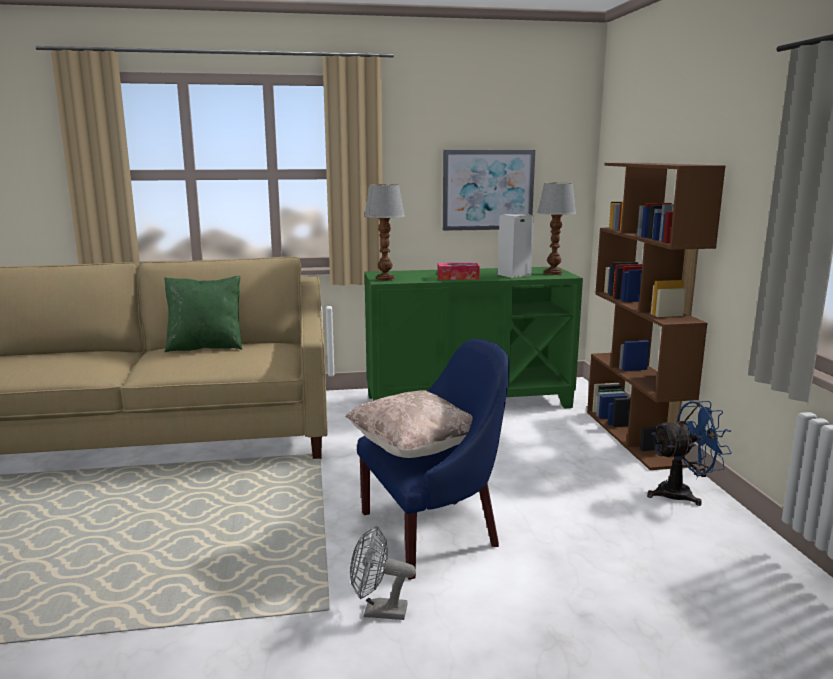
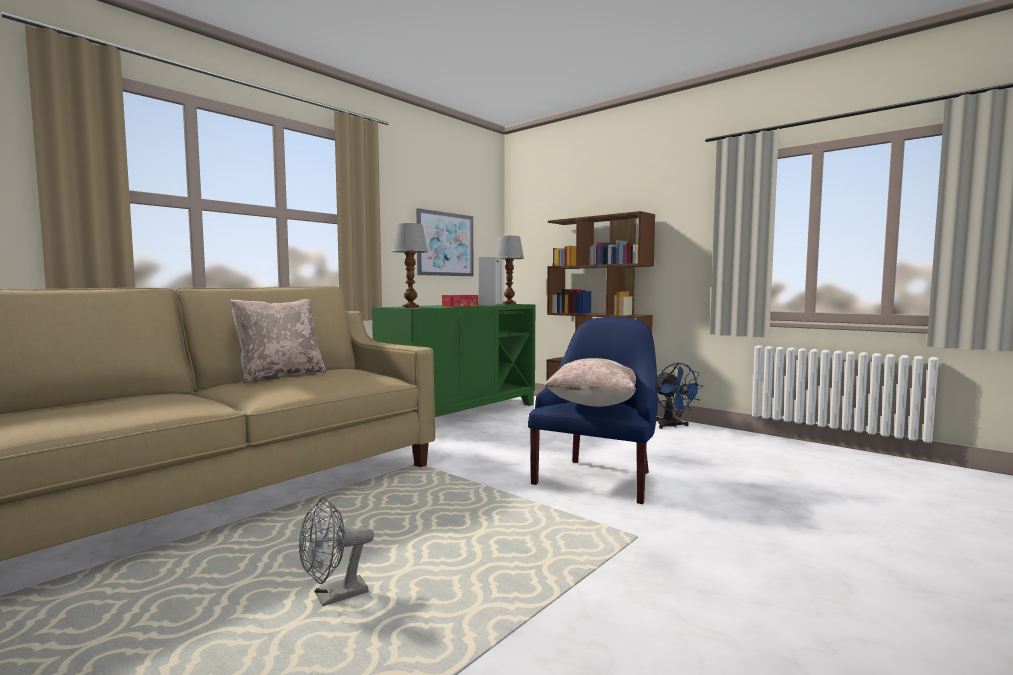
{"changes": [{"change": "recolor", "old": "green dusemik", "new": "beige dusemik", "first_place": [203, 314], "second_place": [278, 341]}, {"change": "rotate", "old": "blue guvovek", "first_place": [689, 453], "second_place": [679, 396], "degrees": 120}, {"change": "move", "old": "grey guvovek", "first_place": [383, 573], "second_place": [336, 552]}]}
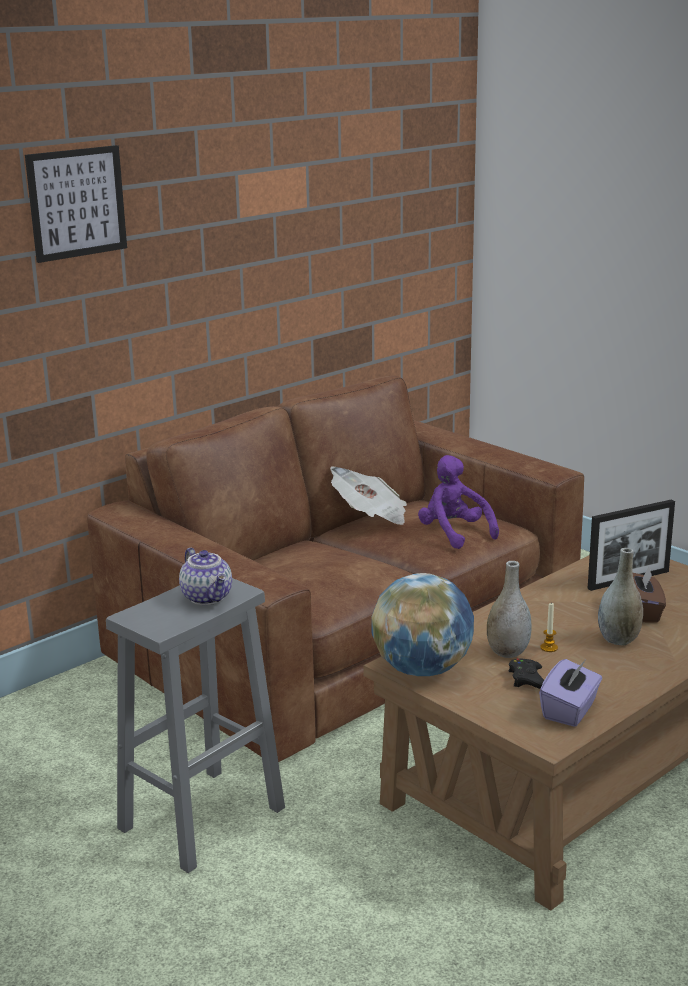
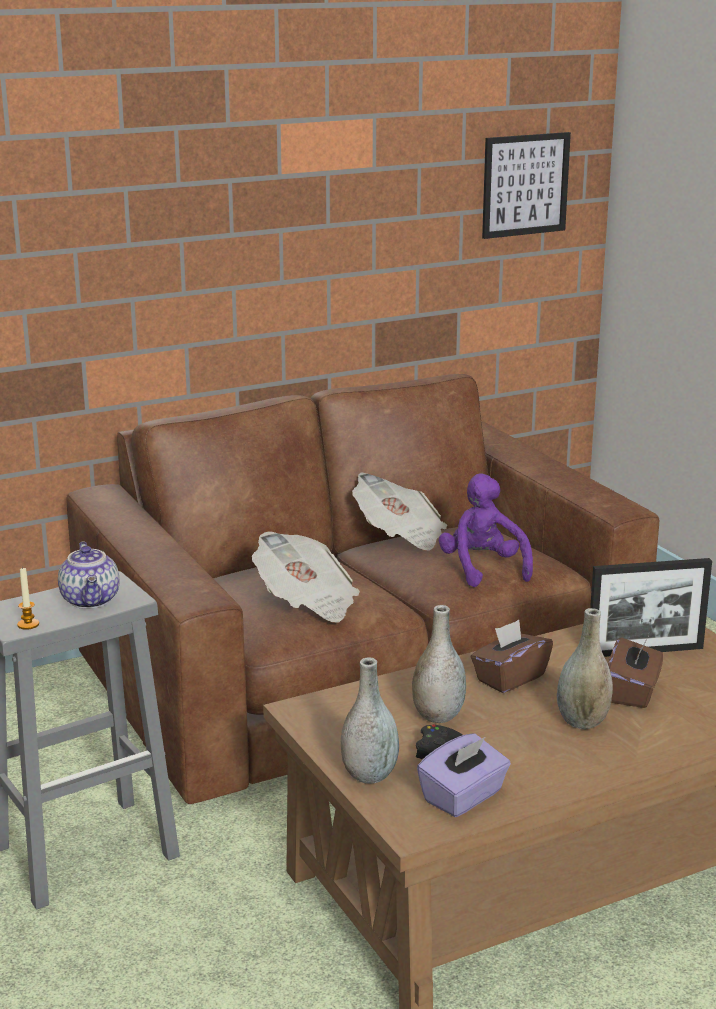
{"changes": [{"change": "move", "old": "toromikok", "first_place": [76, 204], "second_place": [526, 185]}, {"change": "delete", "old": "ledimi", "first_place": [422, 624]}, {"change": "move", "old": "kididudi", "first_place": [549, 627], "second_place": [28, 598]}, {"change": "insert", "new": "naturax", "second_place": [306, 576]}, {"change": "insert", "new": "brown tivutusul", "second_place": [511, 656]}, {"change": "insert", "new": "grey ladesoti", "second_place": [370, 720]}]}
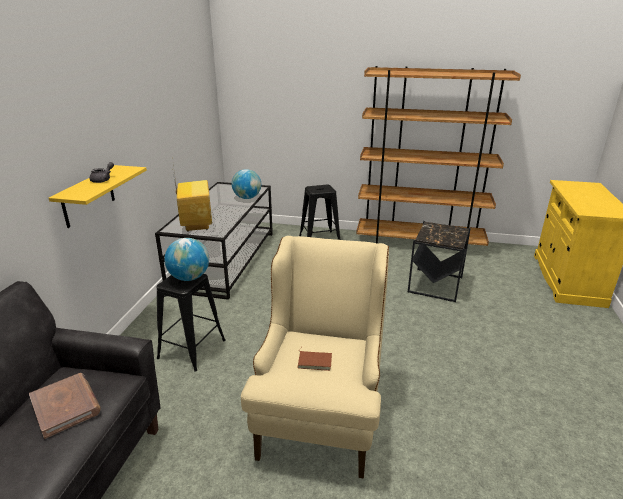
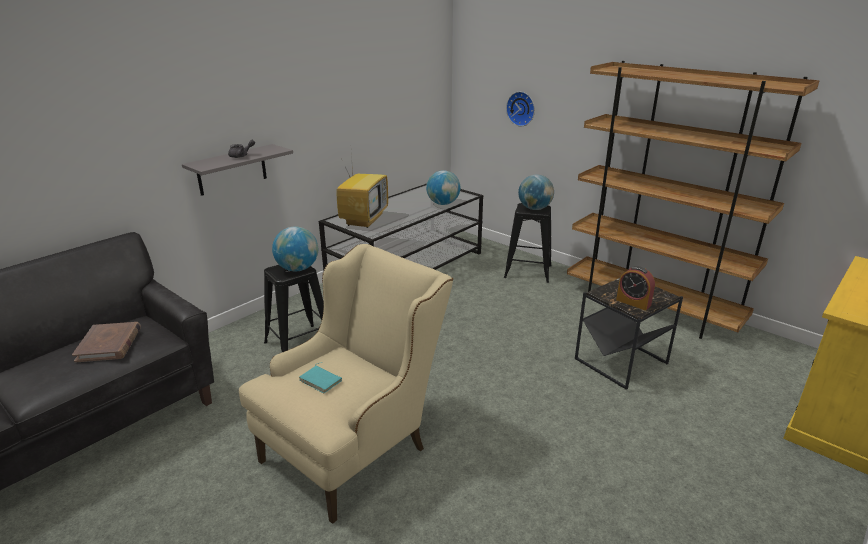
{"changes": [{"change": "recolor", "old": "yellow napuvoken", "new": "grey napuvoken", "first_place": [98, 196], "second_place": [237, 170]}, {"change": "recolor", "old": "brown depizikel", "new": "turquoise depizikel", "first_place": [314, 359], "second_place": [320, 377]}, {"change": "insert", "new": "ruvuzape", "second_place": [520, 109]}, {"change": "insert", "new": "ledimi", "second_place": [536, 192]}, {"change": "insert", "new": "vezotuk", "second_place": [635, 288]}]}
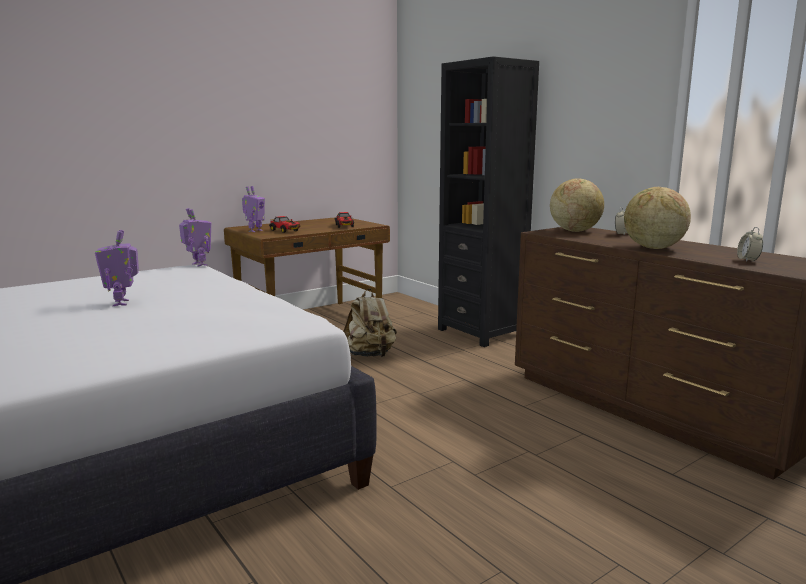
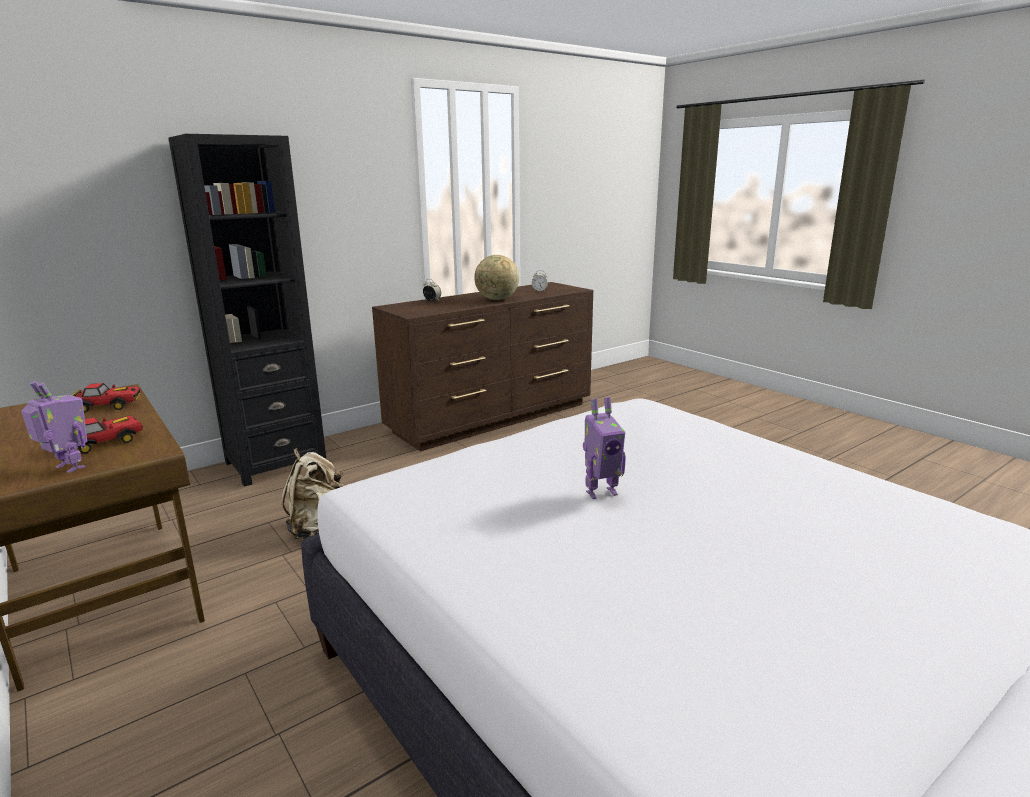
{"changes": [{"change": "delete", "old": "ledimi", "first_place": [577, 205]}, {"change": "delete", "old": "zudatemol", "first_place": [195, 237]}]}
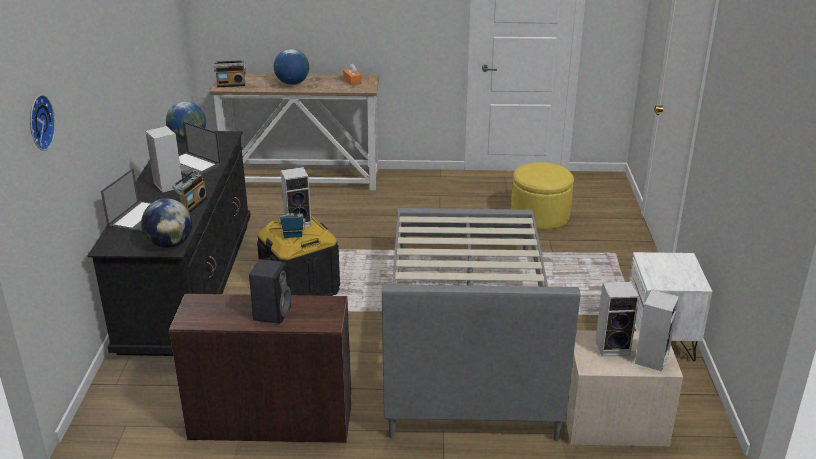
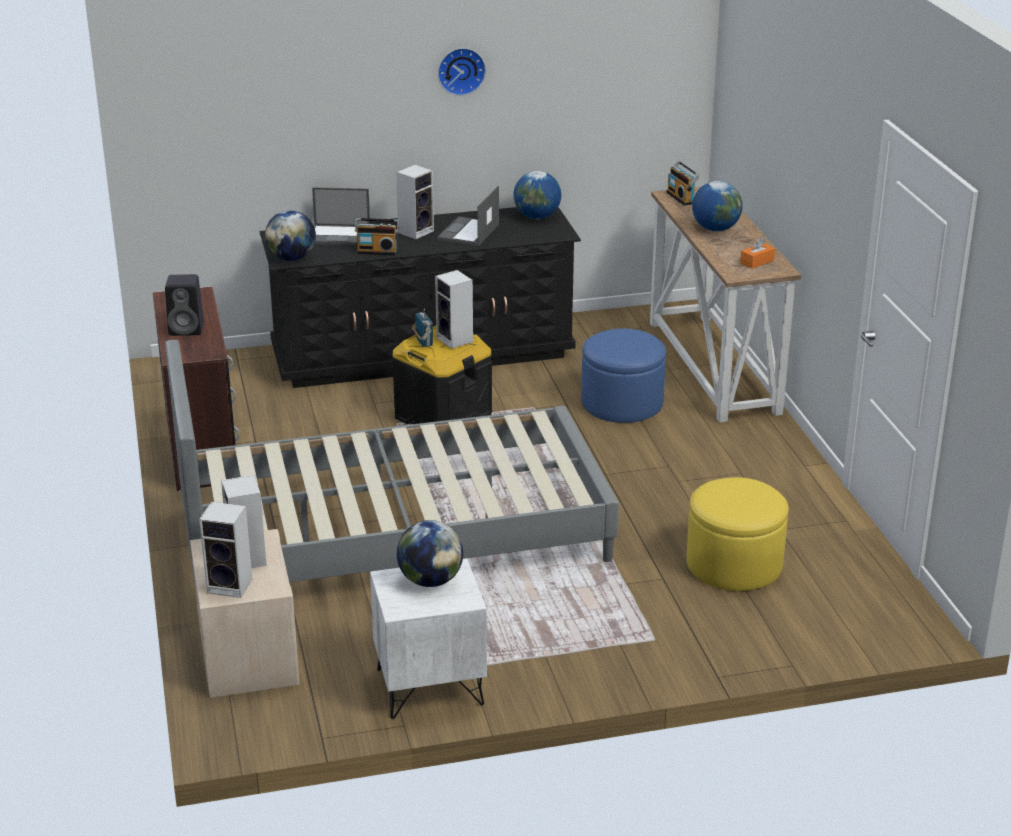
{"changes": [{"change": "move", "old": "ruvuzape", "first_place": [42, 123], "second_place": [462, 72]}, {"change": "insert", "new": "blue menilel", "second_place": [623, 375]}, {"change": "insert", "new": "ledimi", "second_place": [430, 553]}]}
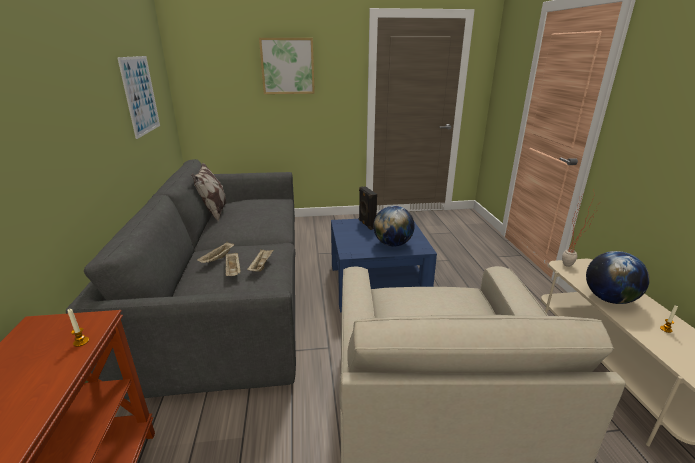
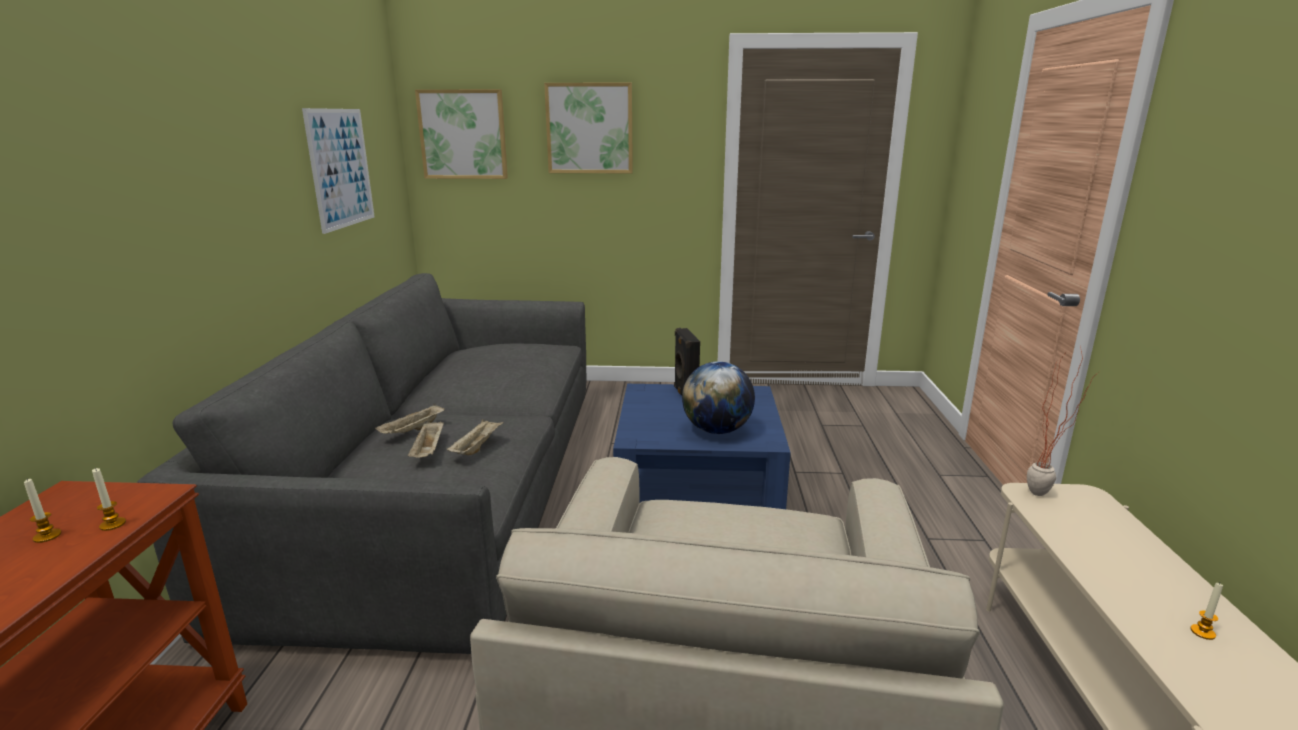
{"changes": [{"change": "delete", "old": "dusemik", "first_place": [208, 192]}, {"change": "delete", "old": "ledimi", "first_place": [618, 277]}, {"change": "insert", "new": "toromikok", "second_place": [461, 134]}, {"change": "insert", "new": "kididudi", "second_place": [43, 511]}]}
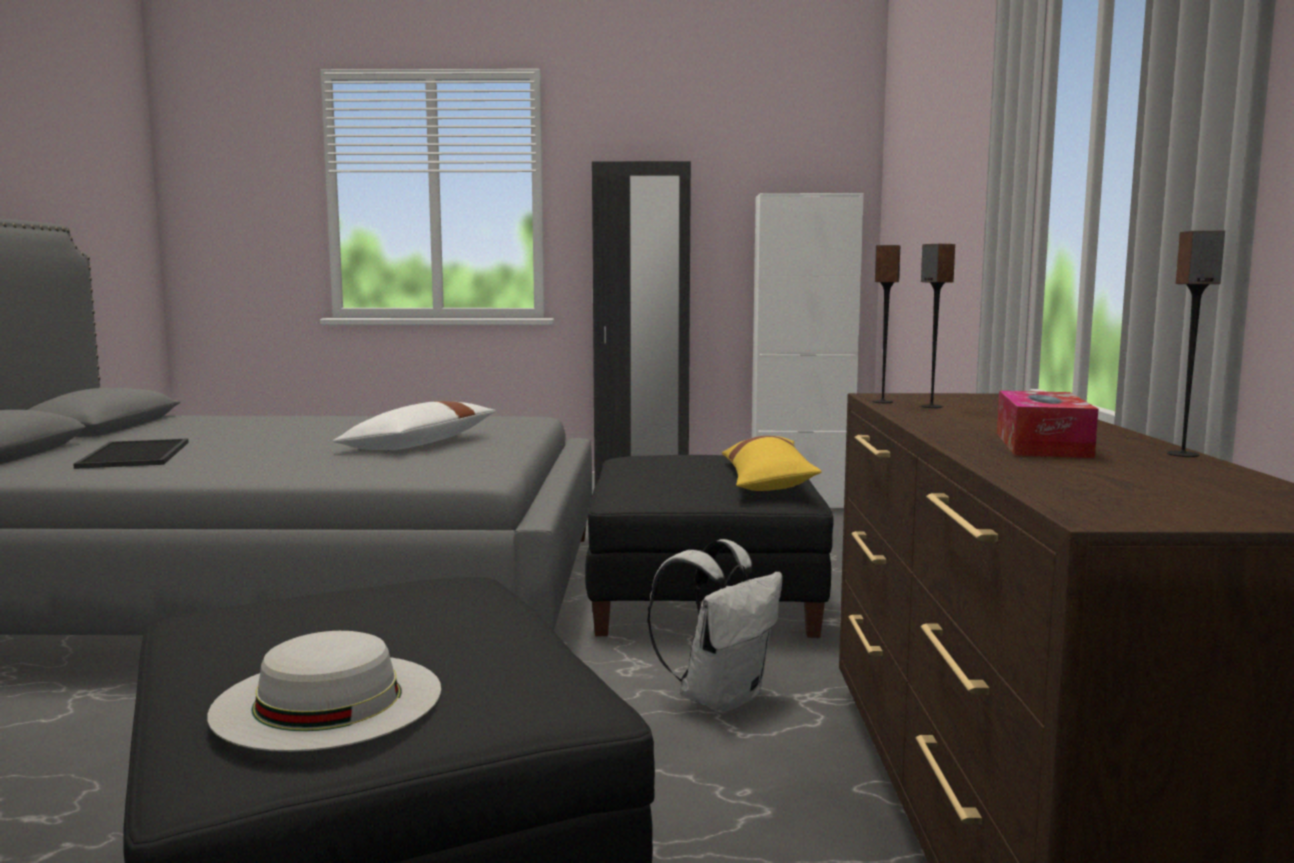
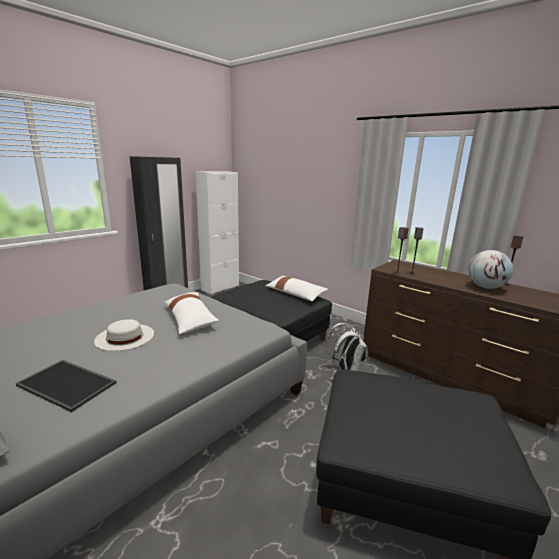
{"changes": [{"change": "replace", "old": "tivutusul", "new": "ledimi", "first_place": [1047, 424], "second_place": [490, 269]}, {"change": "recolor", "old": "yellow dusemik", "new": "white dusemik", "first_place": [772, 463], "second_place": [296, 288]}, {"change": "move", "old": "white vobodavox", "first_place": [324, 691], "second_place": [124, 335]}]}
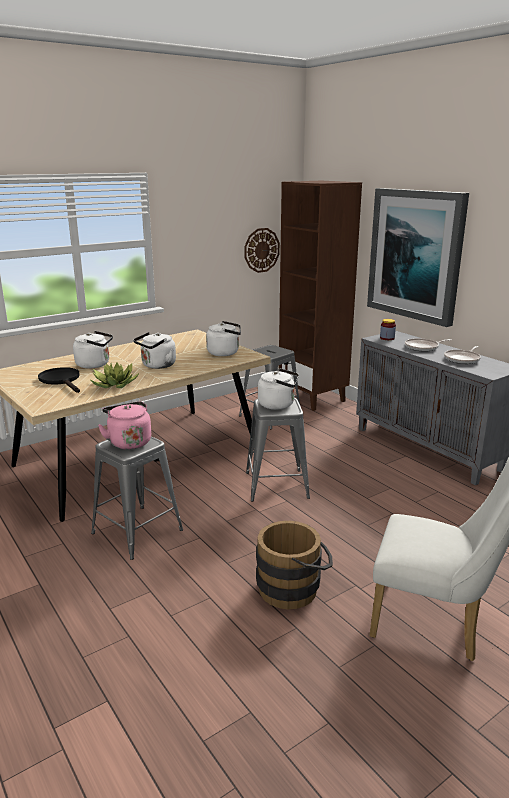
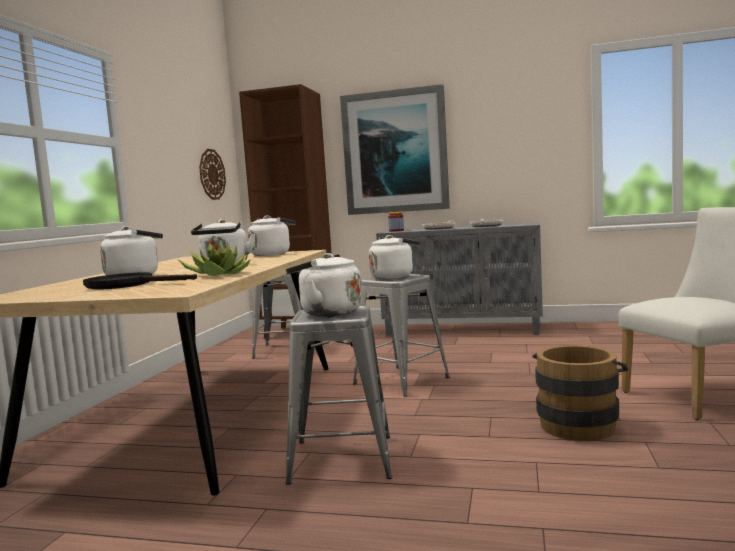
{"changes": [{"change": "recolor", "old": "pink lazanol", "new": "white lazanol", "first_place": [124, 425], "second_place": [324, 285]}]}
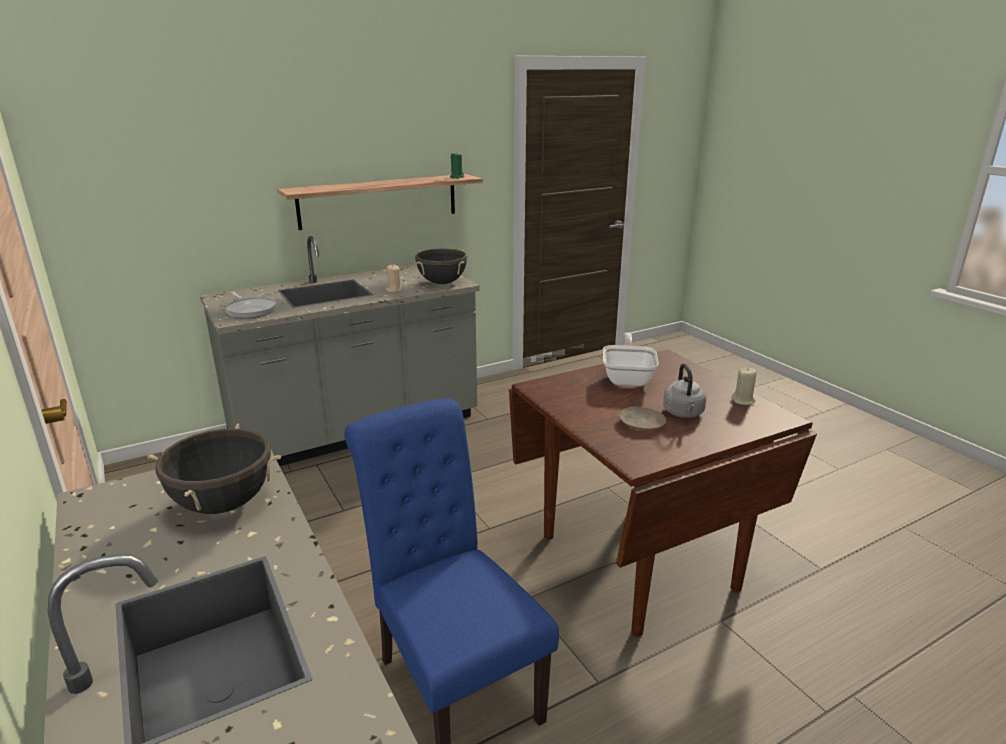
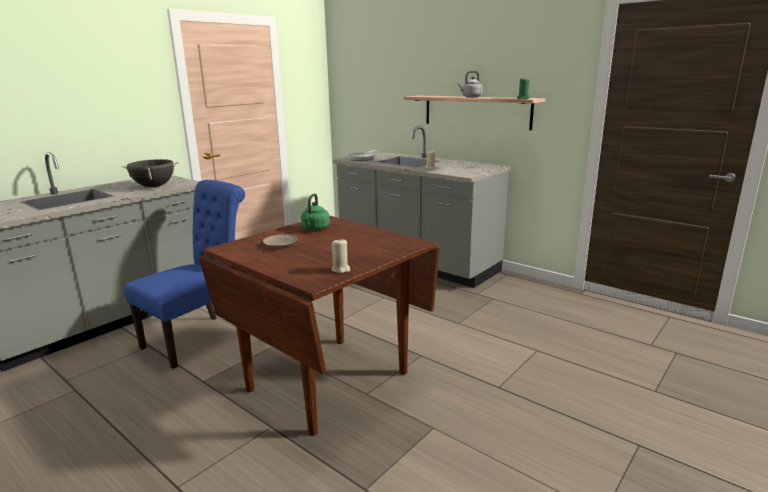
{"changes": [{"change": "delete", "old": "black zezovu", "first_place": [441, 266]}, {"change": "delete", "old": "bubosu", "first_place": [631, 359]}, {"change": "move", "old": "grey lazanol", "first_place": [685, 390], "second_place": [470, 84]}, {"change": "insert", "new": "green lazanol", "second_place": [315, 212]}]}
